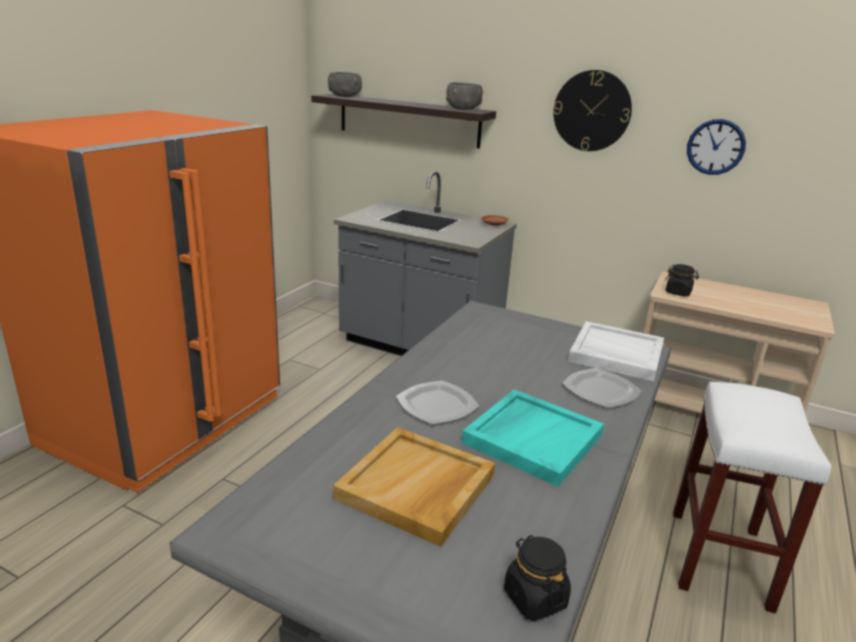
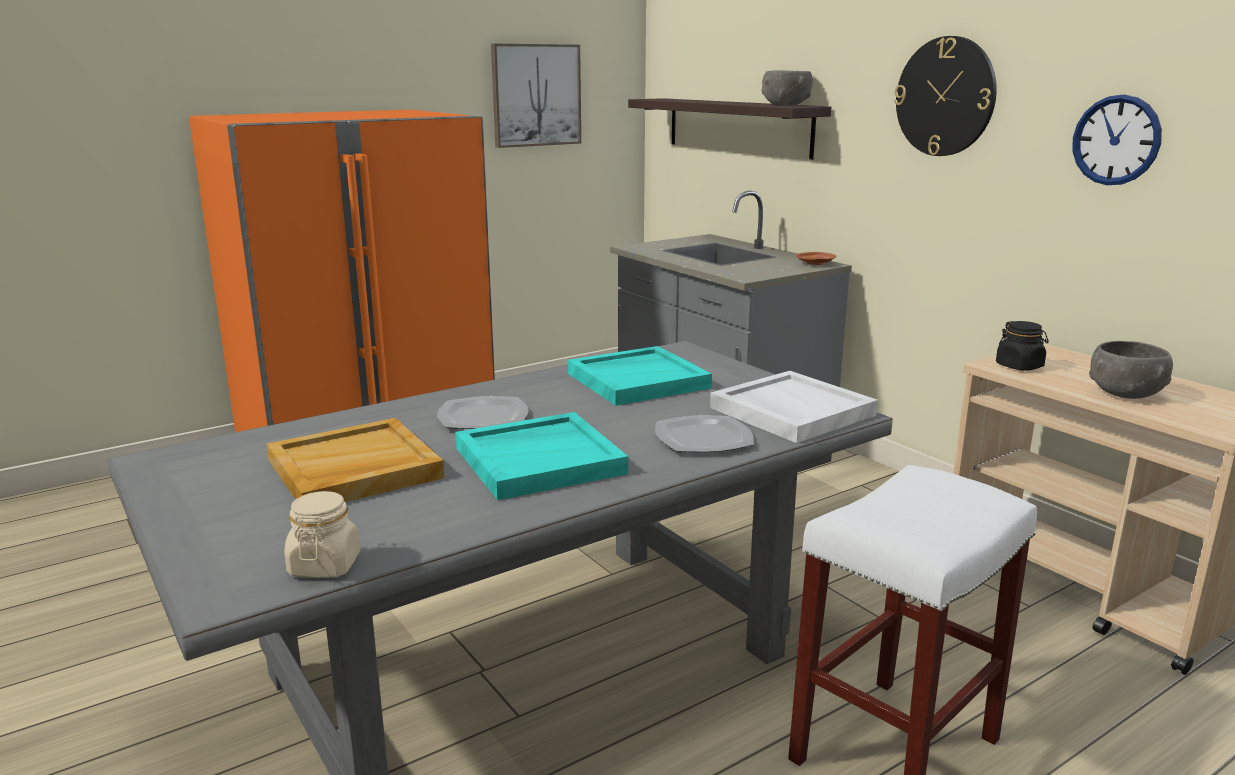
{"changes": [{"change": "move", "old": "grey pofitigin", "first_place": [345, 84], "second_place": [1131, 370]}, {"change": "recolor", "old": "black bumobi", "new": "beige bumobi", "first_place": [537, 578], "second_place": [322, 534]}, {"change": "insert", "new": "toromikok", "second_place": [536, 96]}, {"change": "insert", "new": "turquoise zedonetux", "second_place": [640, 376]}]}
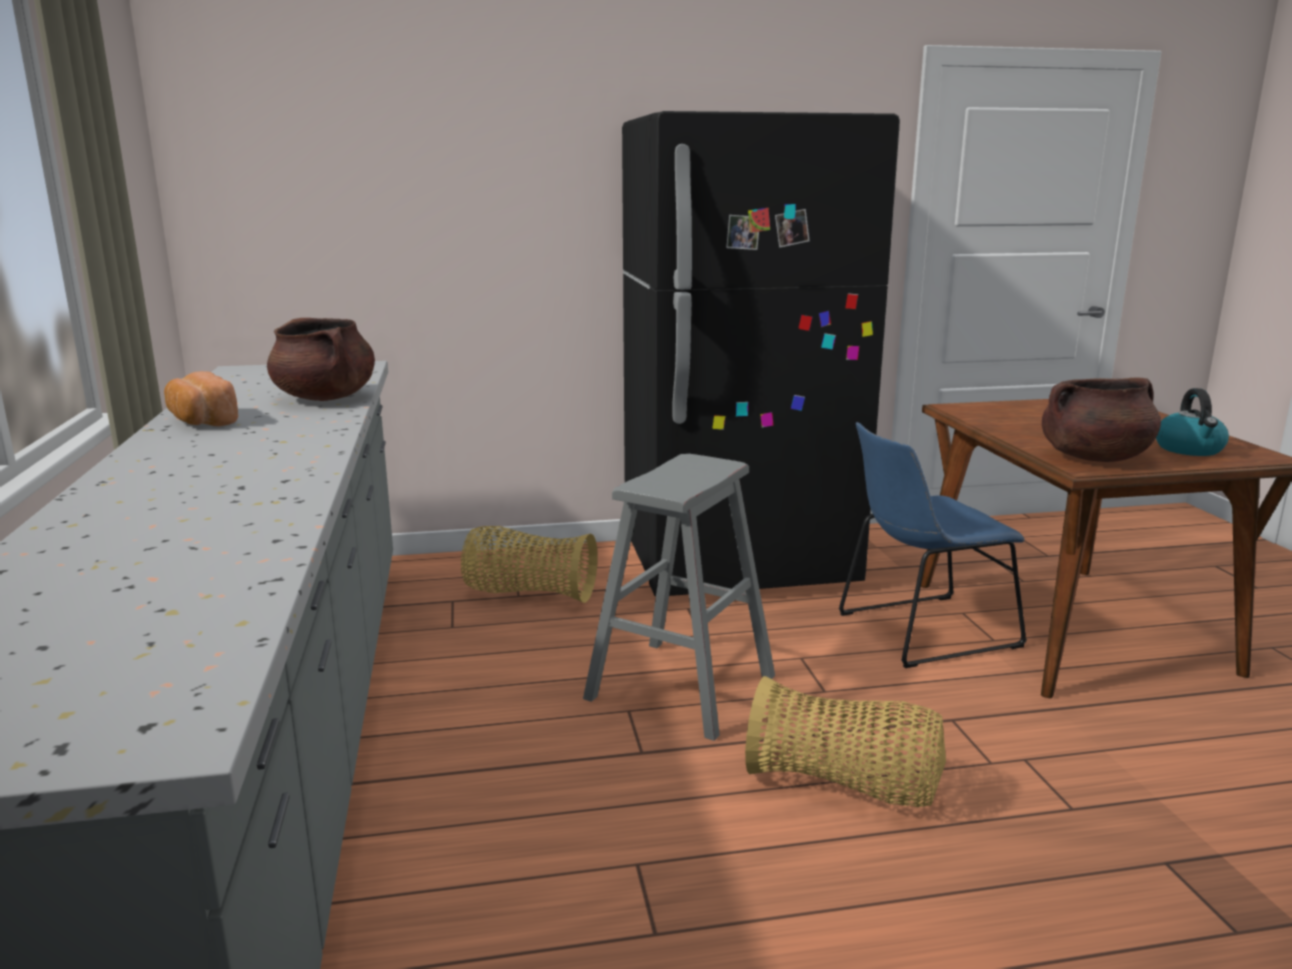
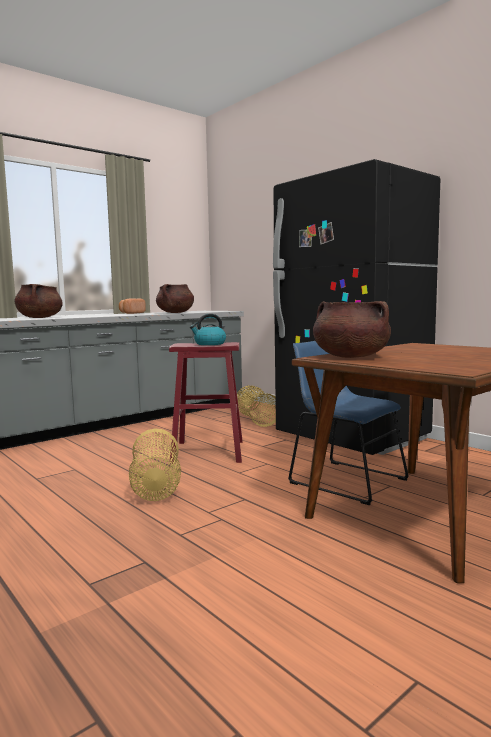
{"changes": [{"change": "move", "old": "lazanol", "first_place": [1192, 422], "second_place": [208, 329]}, {"change": "recolor", "old": "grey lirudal", "new": "red lirudal", "first_place": [679, 597], "second_place": [206, 403]}, {"change": "insert", "new": "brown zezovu", "second_place": [39, 301]}]}
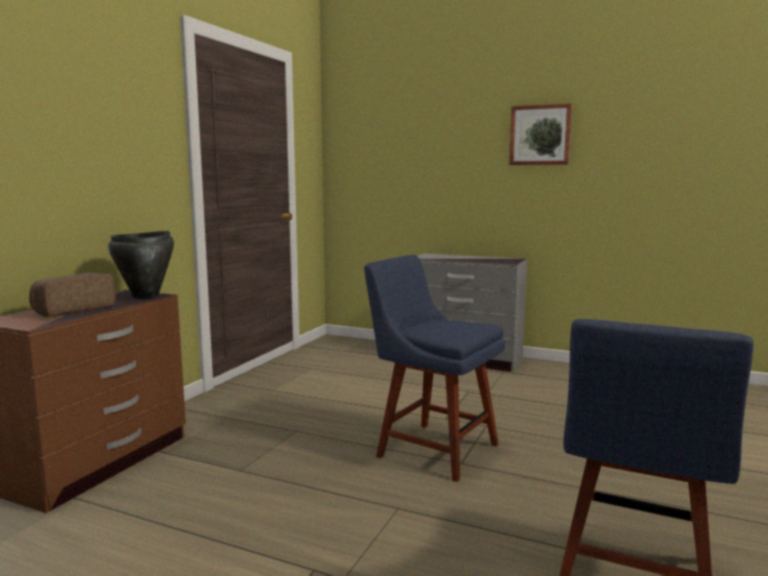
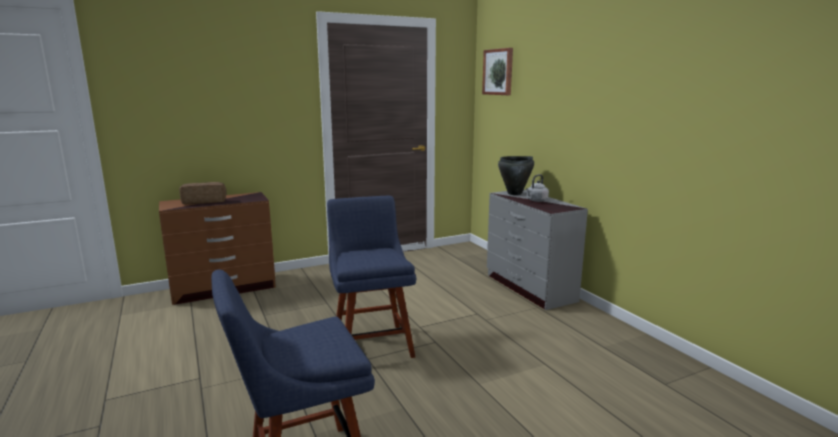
{"changes": [{"change": "move", "old": "toromikok", "first_place": [540, 134], "second_place": [497, 71]}, {"change": "move", "old": "black zezovu", "first_place": [141, 265], "second_place": [516, 175]}, {"change": "insert", "new": "grey lazanol", "second_place": [537, 188]}]}
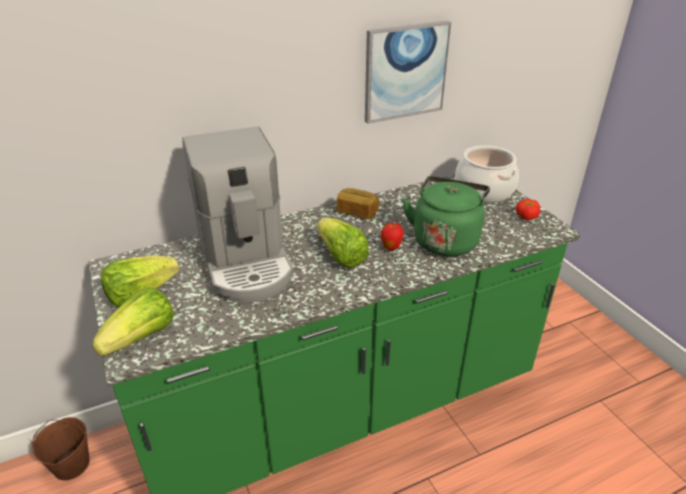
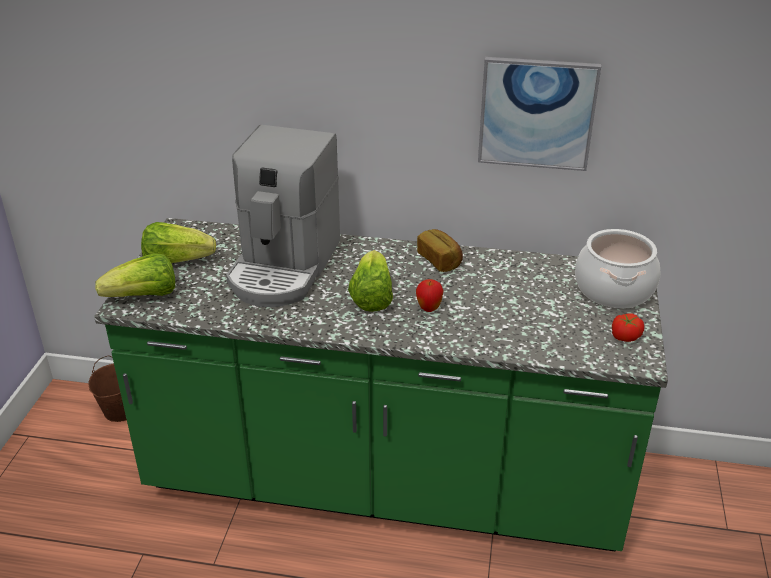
{"changes": [{"change": "delete", "old": "green lazanol", "first_place": [446, 216]}]}
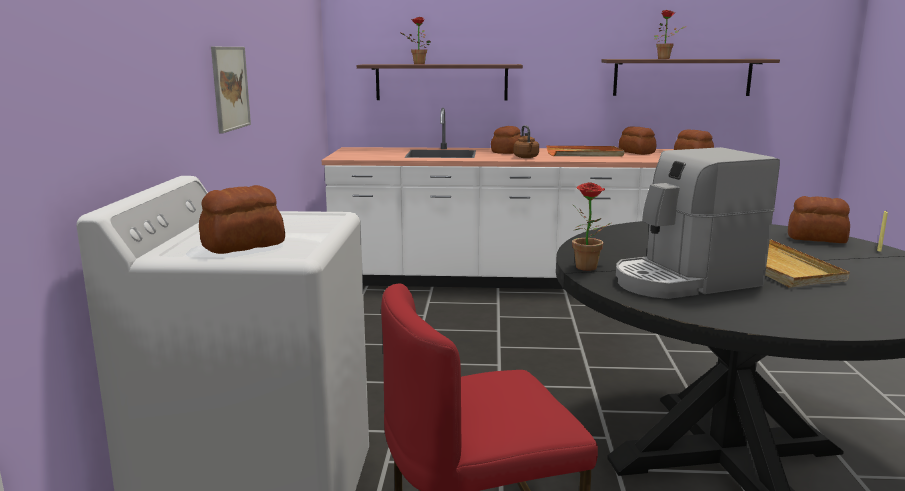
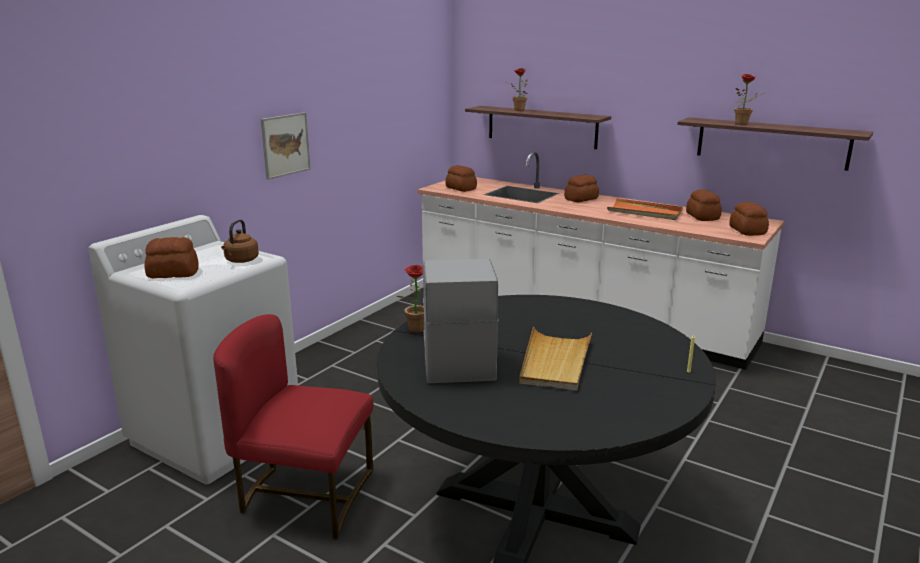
{"changes": [{"change": "move", "old": "brown lazanol", "first_place": [526, 141], "second_place": [240, 241]}, {"change": "rotate", "old": "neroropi", "first_place": [698, 223], "second_place": [461, 321], "degrees": 75}, {"change": "move", "old": "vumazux", "first_place": [819, 219], "second_place": [461, 178]}]}
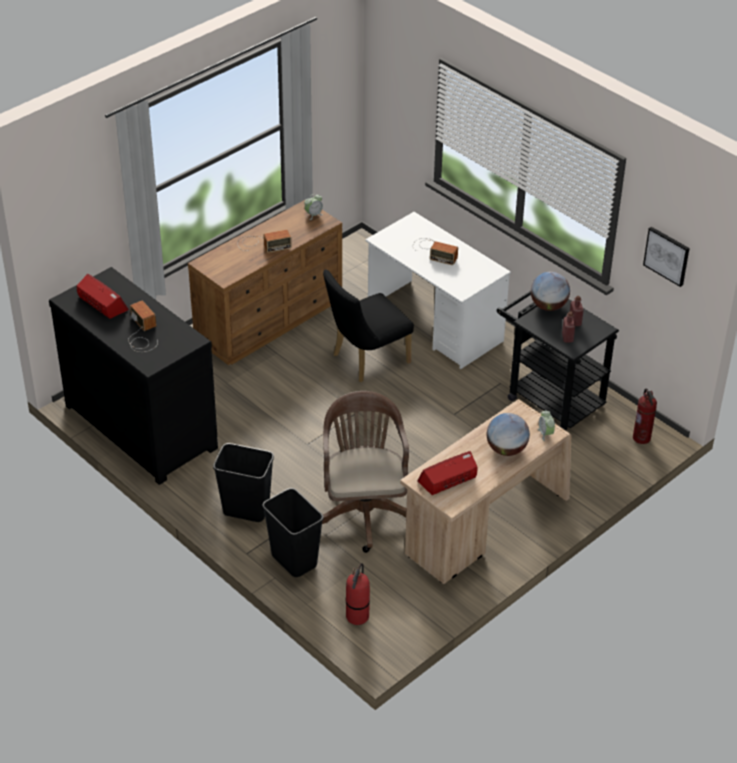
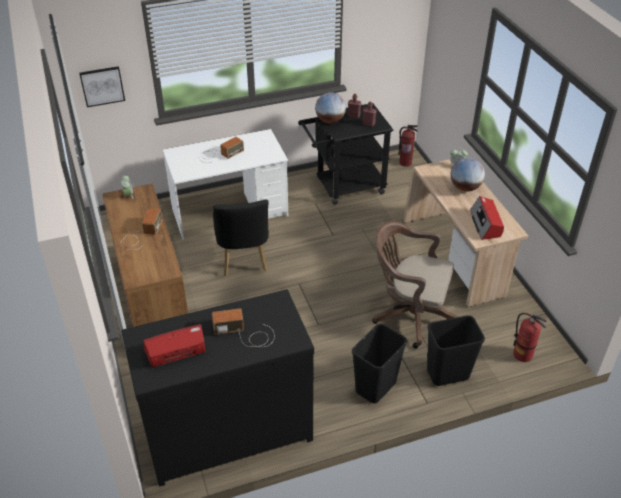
{"changes": [{"change": "move", "old": "toromikok", "first_place": [666, 257], "second_place": [102, 86]}]}
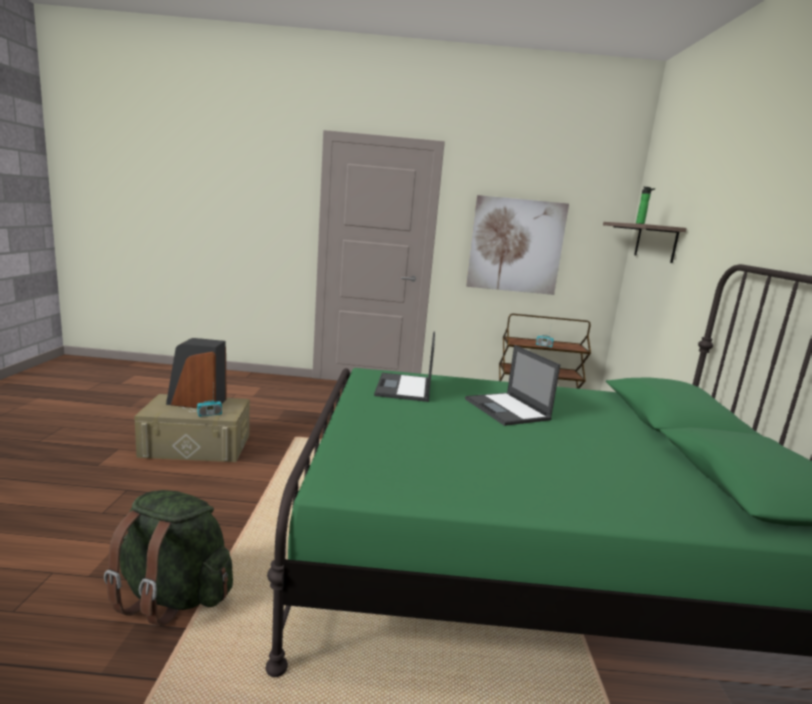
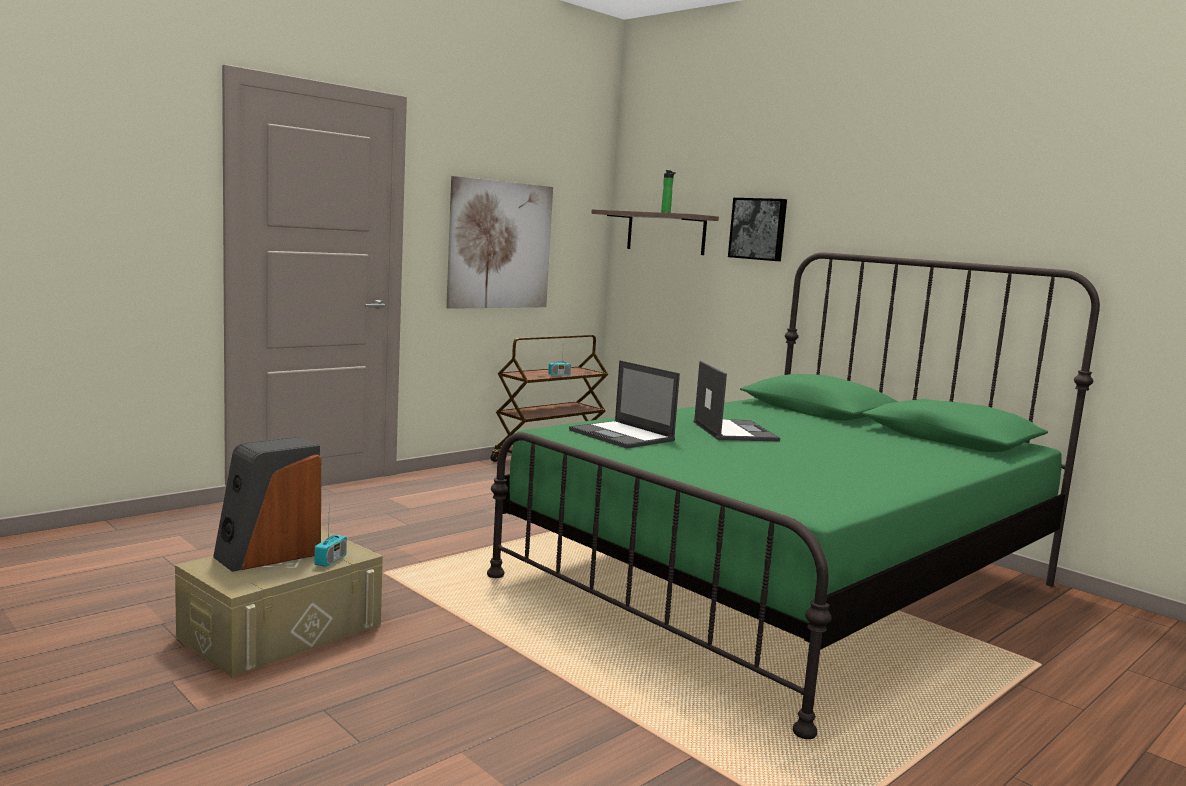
{"changes": [{"change": "rotate", "old": "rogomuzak", "first_place": [512, 385], "second_place": [737, 401], "degrees": -120}, {"change": "delete", "old": "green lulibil", "first_place": [168, 558]}, {"change": "insert", "new": "toromikok", "second_place": [757, 229]}]}
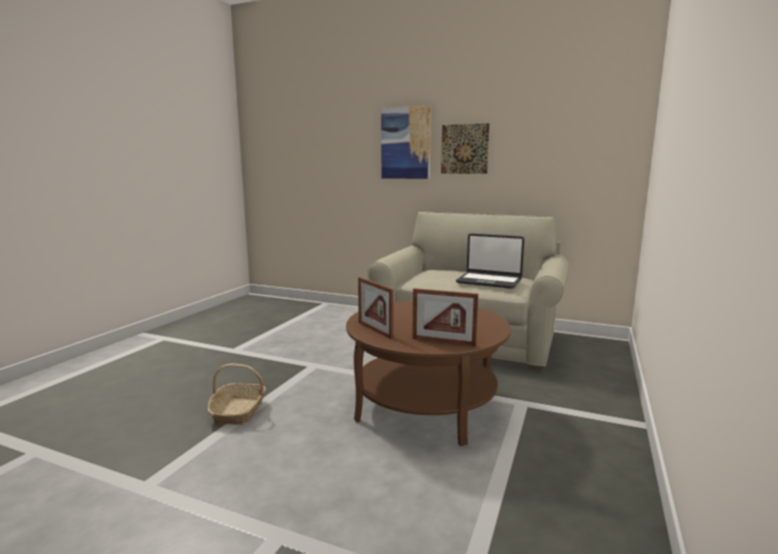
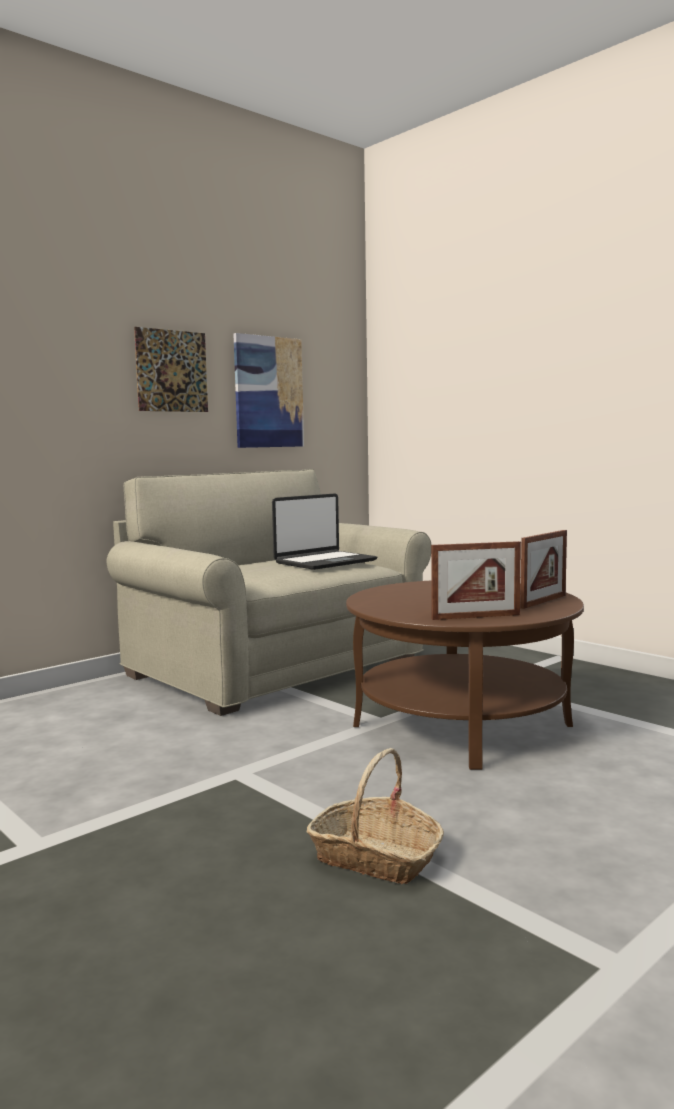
{"changes": [{"change": "move", "old": "toromikok", "first_place": [406, 142], "second_place": [268, 390]}]}
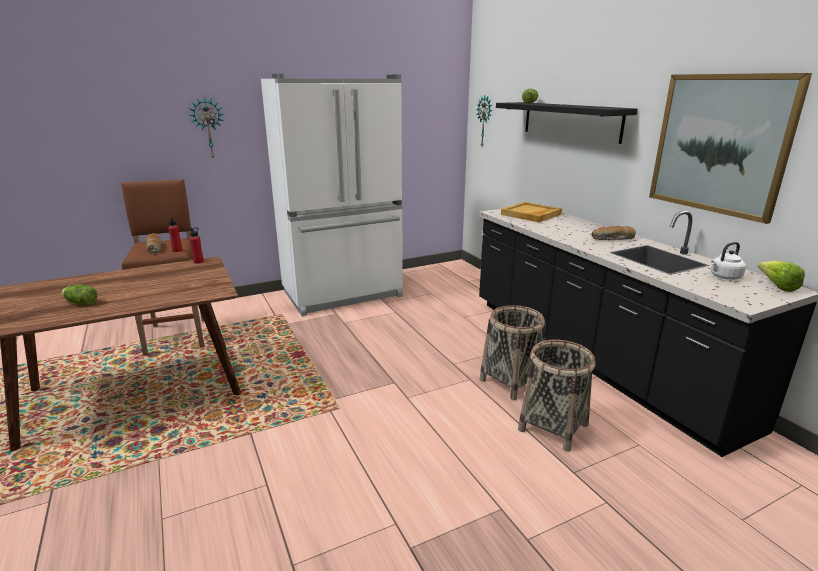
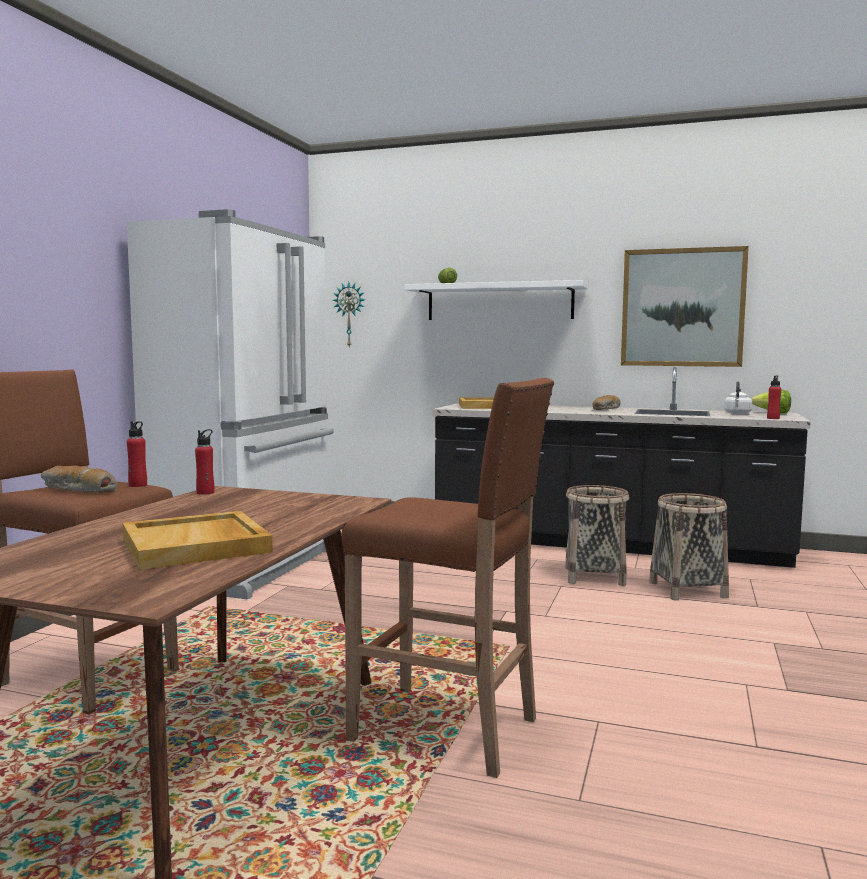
{"changes": [{"change": "delete", "old": "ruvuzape", "first_place": [206, 127]}, {"change": "recolor", "old": "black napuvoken", "new": "white napuvoken", "first_place": [567, 123], "second_place": [496, 300]}, {"change": "replace", "old": "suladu", "new": "beige zedonetux", "first_place": [79, 294], "second_place": [198, 540]}, {"change": "insert", "new": "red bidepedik", "second_place": [774, 397]}, {"change": "insert", "new": "brown lirudal", "second_place": [447, 578]}]}
